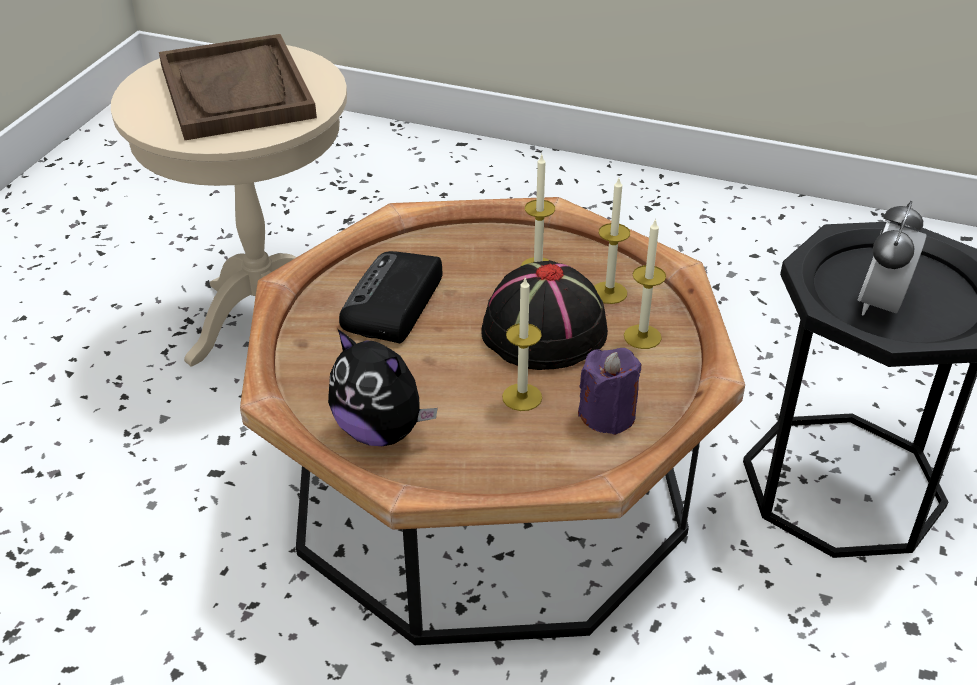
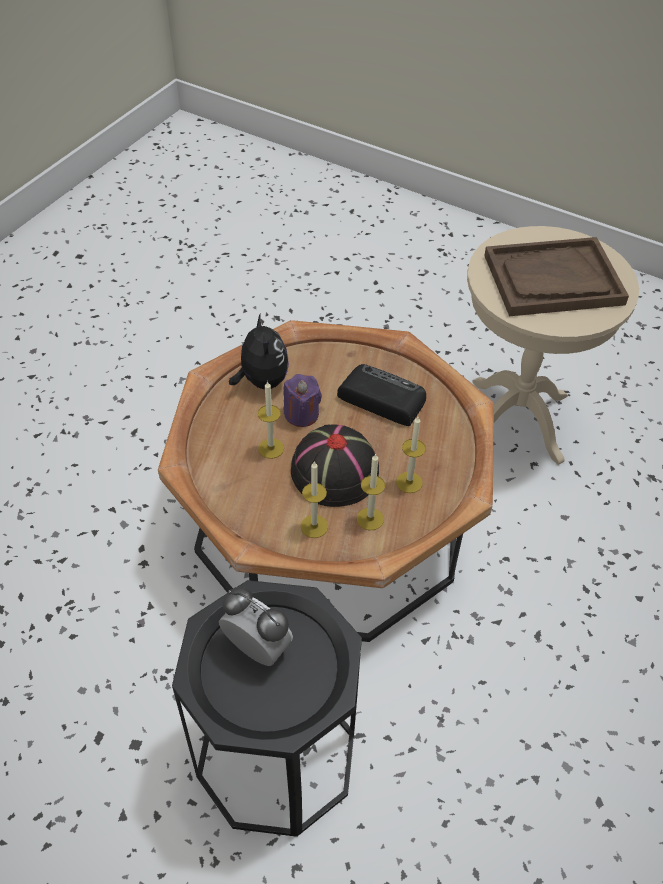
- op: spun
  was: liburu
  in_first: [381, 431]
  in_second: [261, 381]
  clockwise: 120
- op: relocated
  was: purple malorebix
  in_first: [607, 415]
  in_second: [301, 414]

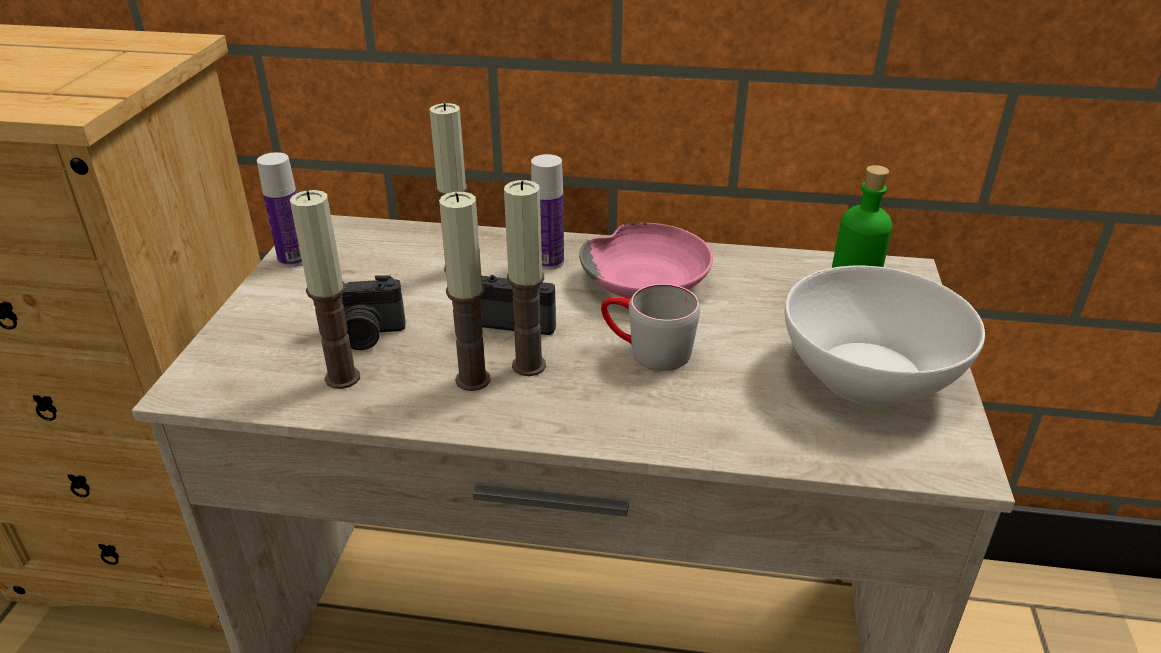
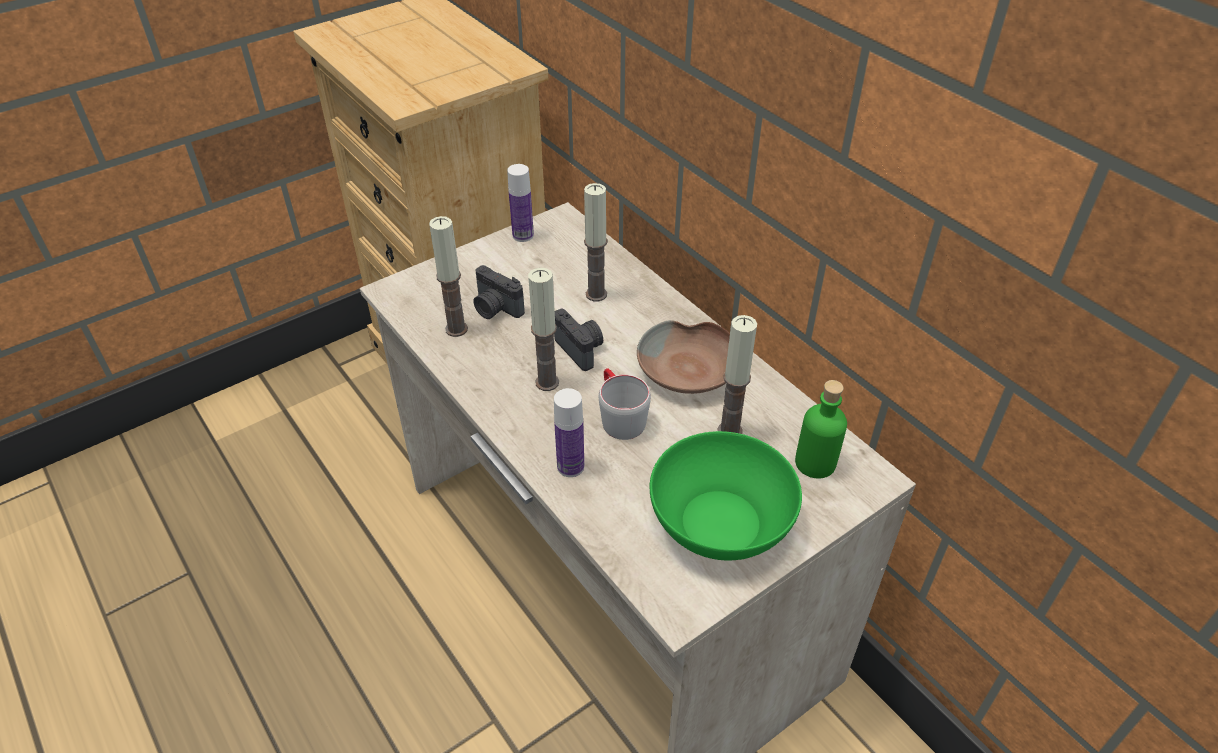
- op: relocated
  was: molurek
  in_first: [548, 262]
  in_second: [570, 466]
- op: relocated
  was: malorebix
  in_first: [473, 380]
  in_second: [729, 431]
- op: colour
  was: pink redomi
  now: brown redomi
  in_first: [647, 280]
  in_second: [690, 370]
- op: colour
  was: white redomi
  now: green redomi
  in_first: [868, 374]
  in_second: [720, 522]

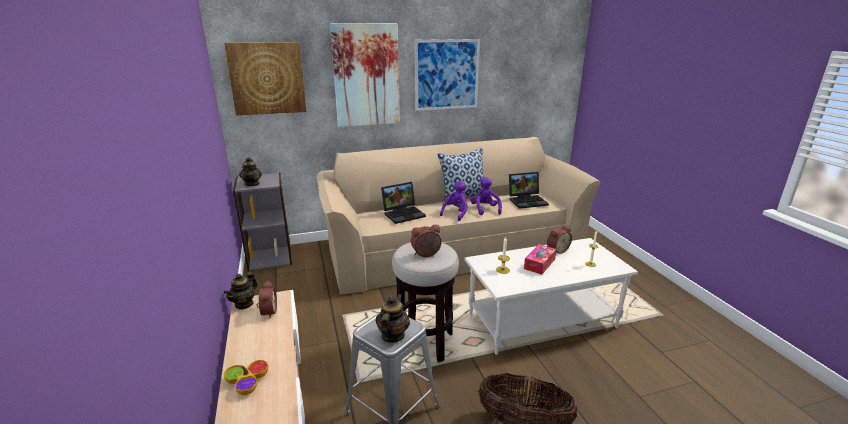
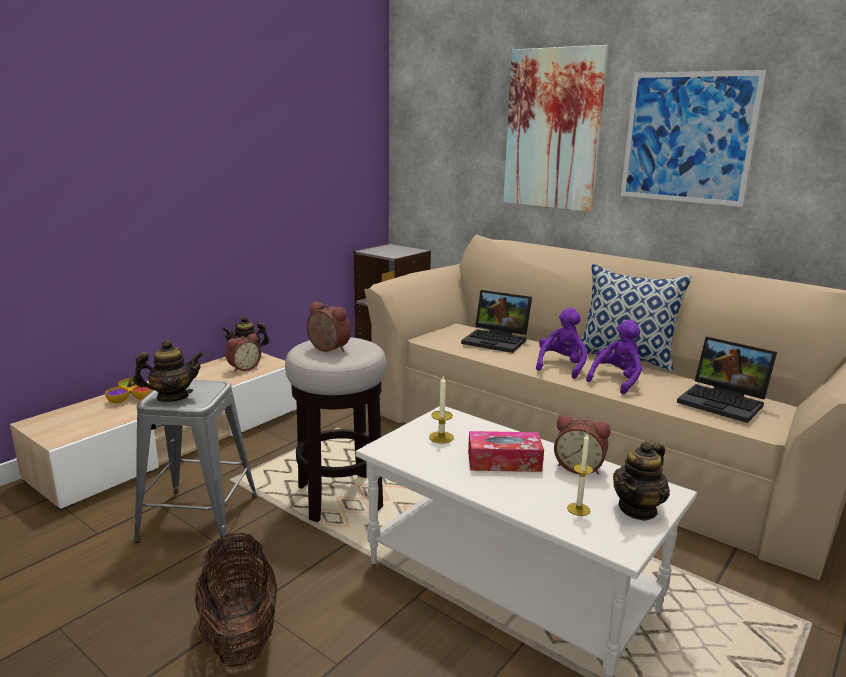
- op: missing
  was: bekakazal
  in_first: [267, 78]
- op: relocated
  was: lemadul
  in_first: [252, 184]
  in_second: [638, 509]
- op: spun
  was: purple liburu
  in_first: [455, 213]
  in_second: [561, 366]
  clockwise: -60

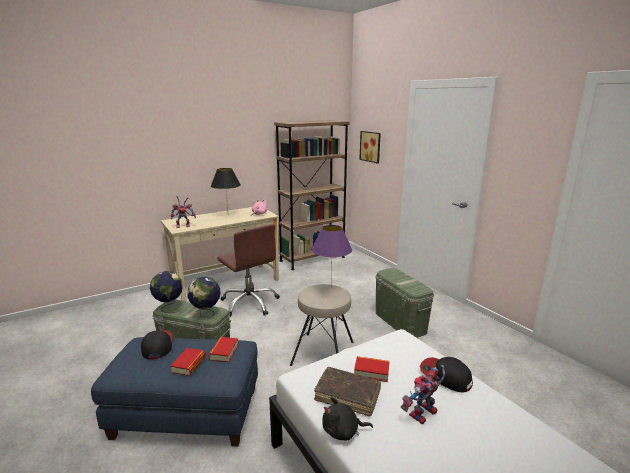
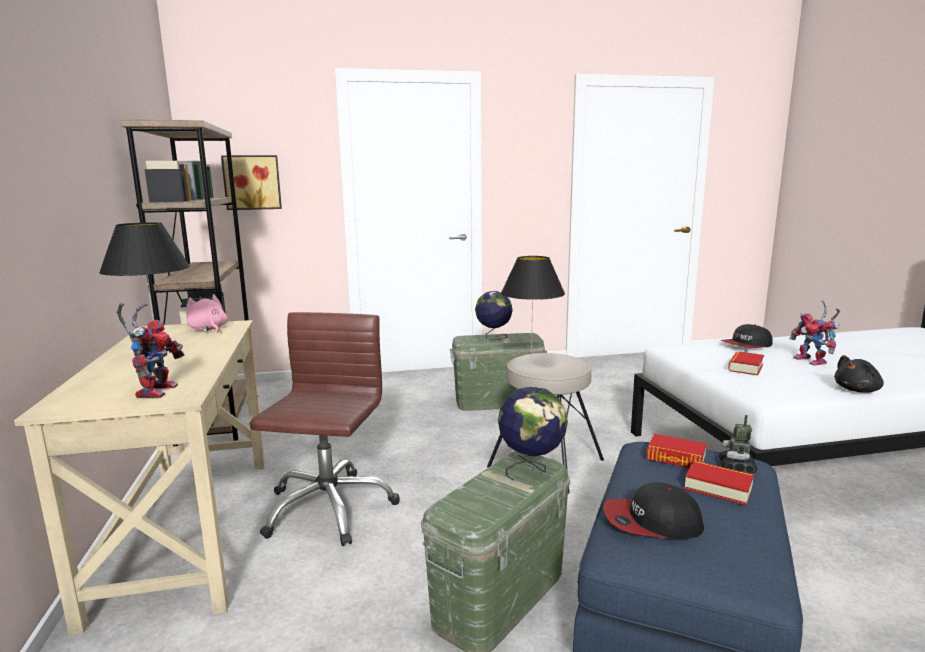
- op: spun
  was: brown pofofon
  in_first: [250, 303]
  in_second: [328, 508]
  clockwise: -60
- op: colour
  was: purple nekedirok
  now: black nekedirok
  in_first: [331, 287]
  in_second: [531, 356]
- op: relocated
  was: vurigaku
  in_first: [169, 307]
  in_second: [493, 337]
- op: missing
  was: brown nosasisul
  in_first: [347, 396]
- op: spun
  was: black liburu
  in_first: [343, 431]
  in_second: [858, 390]
  clockwise: 45
- op: appeared
  now: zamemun
  in_second: [736, 468]

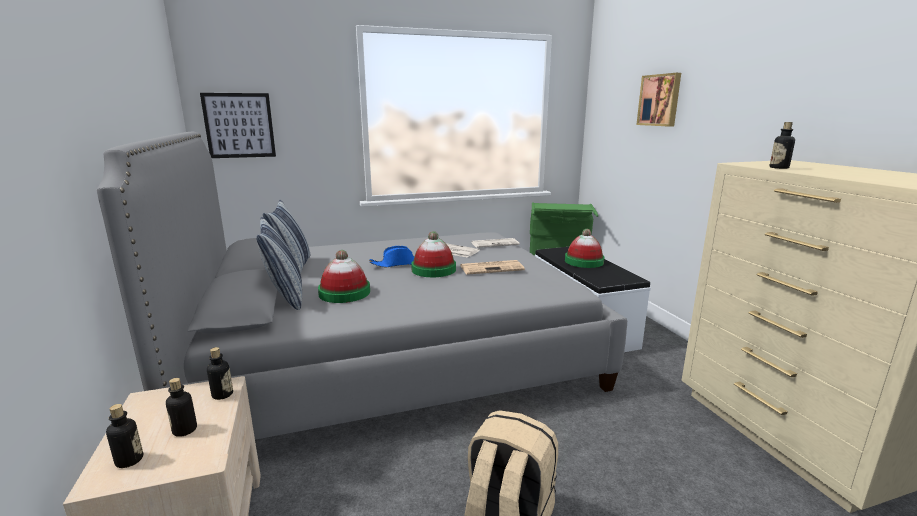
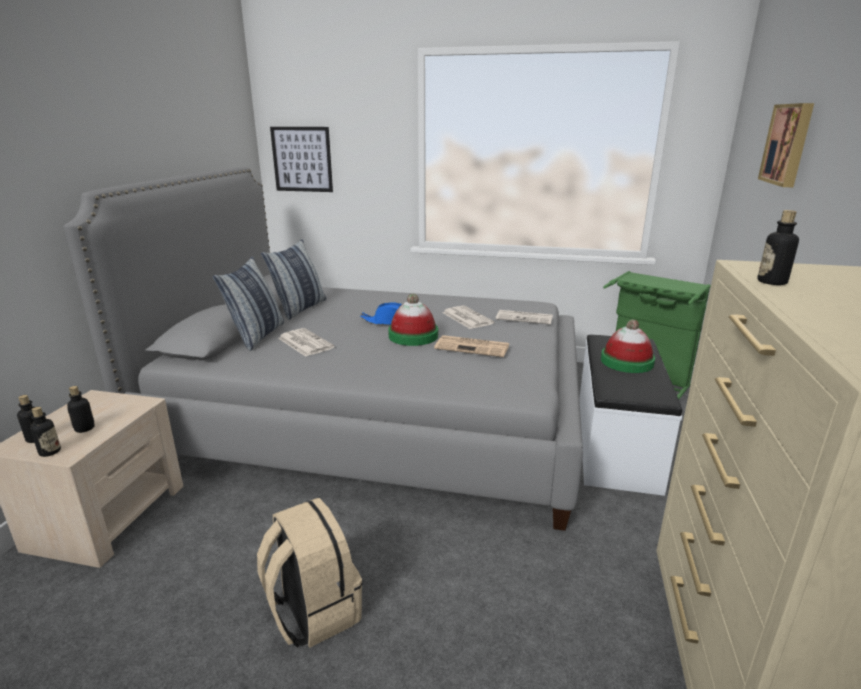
- op: exchanged
  was: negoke
  now: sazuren
  in_first: [344, 293]
  in_second: [304, 343]
- op: relocated
  was: molurek
  in_first: [222, 394]
  in_second: [50, 452]

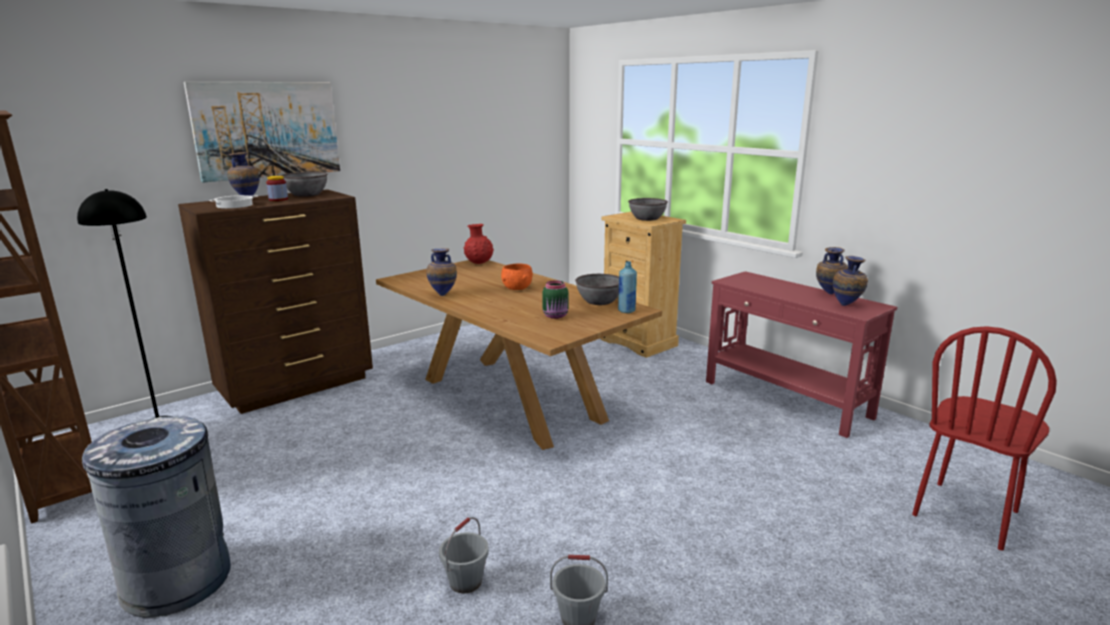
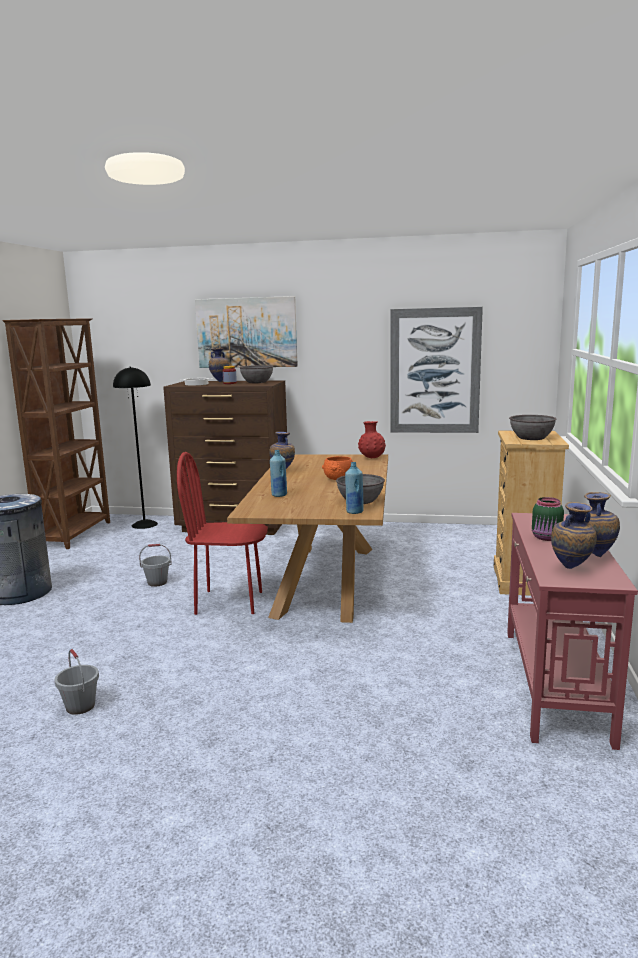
- op: relocated
  was: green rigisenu
  in_first: [556, 316]
  in_second: [547, 538]
- op: relocated
  was: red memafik
  in_first: [966, 514]
  in_second: [229, 602]
- op: relocated
  was: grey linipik
  in_first: [466, 582]
  in_second: [157, 583]
- op: appeared
  now: bekakazal
  in_second: [434, 371]
- op: appeared
  now: blue molurek
  in_second: [279, 495]

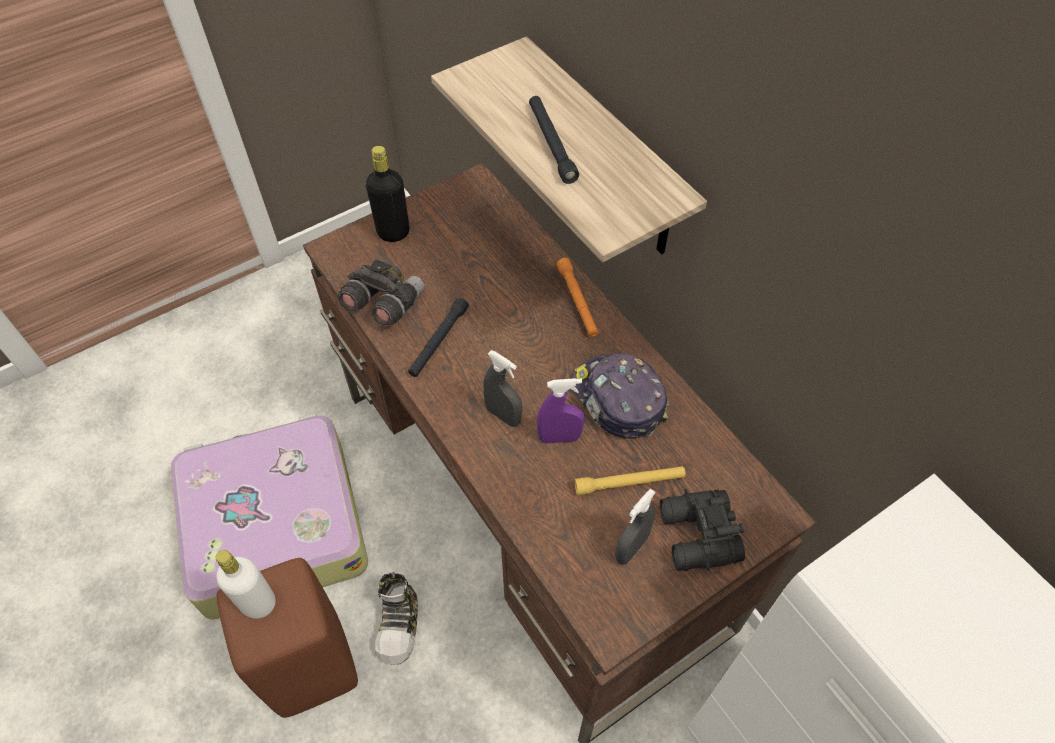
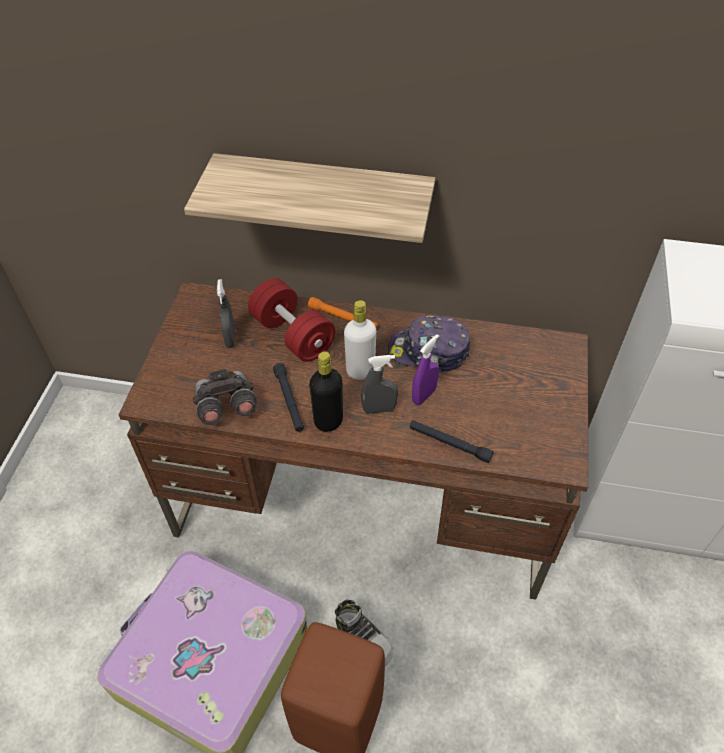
- op: relocated
  was: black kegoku
  in_first: [551, 144]
  in_second: [449, 444]
- op: relocated
  was: black molurek
  in_first: [393, 232]
  in_second: [328, 421]
- op: missing
  was: yellow kegoku
  in_first: [629, 483]
- op: relocated
  was: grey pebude
  in_first: [631, 548]
  in_second: [230, 338]
- op: missing
  was: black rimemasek
  in_first: [697, 537]
- op: relocated
  was: white molurek
  in_first: [258, 603]
  in_second: [360, 371]
- op: appeared
  now: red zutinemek
  in_second: [293, 335]

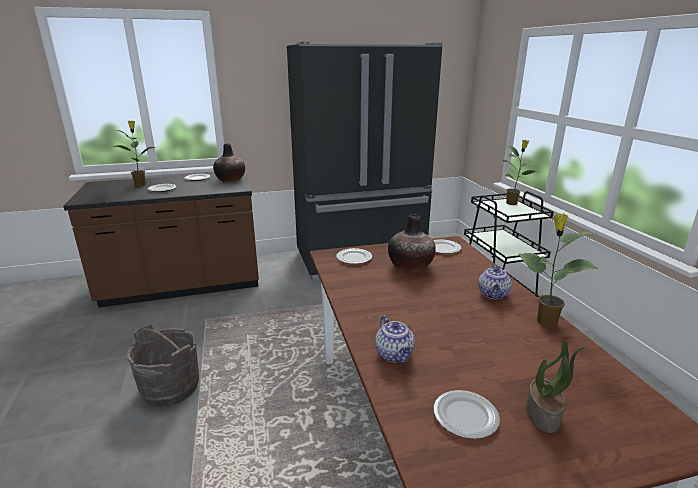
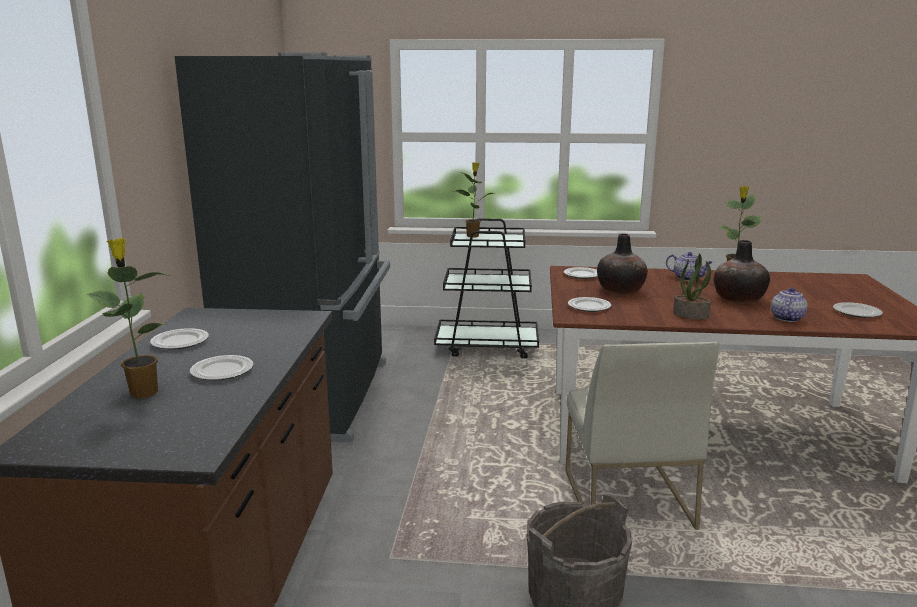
- op: relocated
  was: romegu
  in_first: [230, 180]
  in_second: [738, 299]
- op: spun
  was: lemadul
  in_first: [395, 355]
  in_second: [786, 318]
  clockwise: -60
- op: relocated
  was: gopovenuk
  in_first: [543, 414]
  in_second: [691, 315]
- op: appeared
  now: white memafik
  in_second: [626, 498]

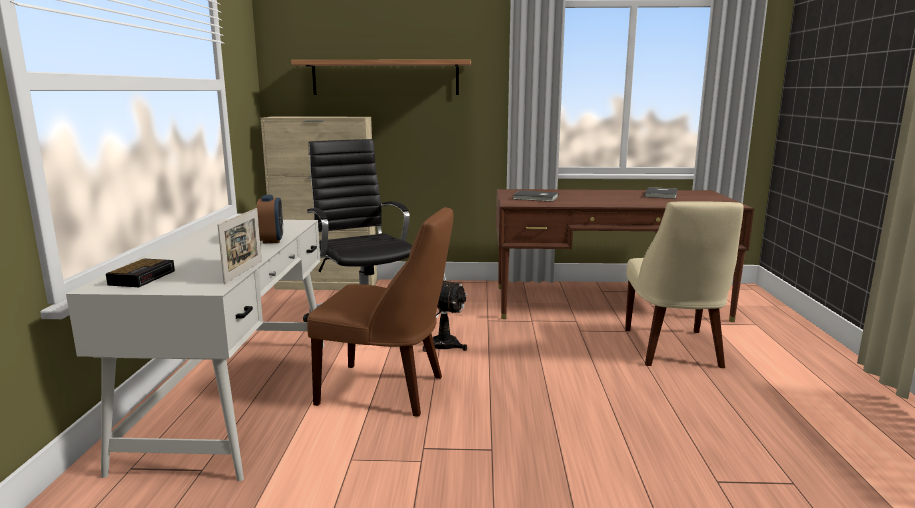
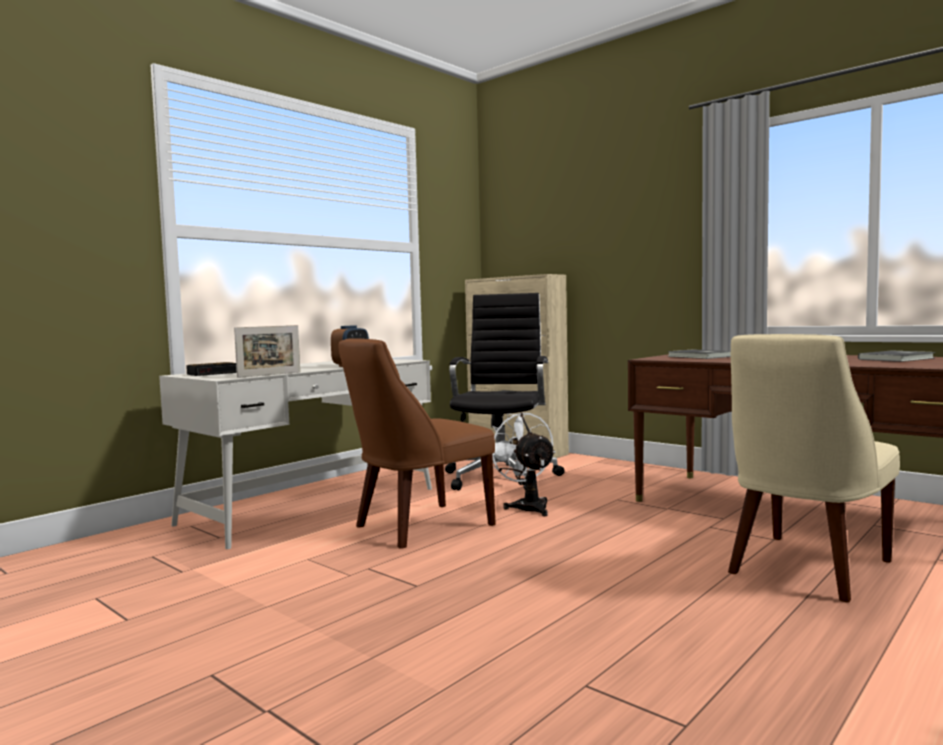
- op: missing
  was: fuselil
  in_first: [385, 78]
- op: spun
  was: brown memafik
  in_first: [387, 390]
  in_second: [418, 527]
  clockwise: 90

